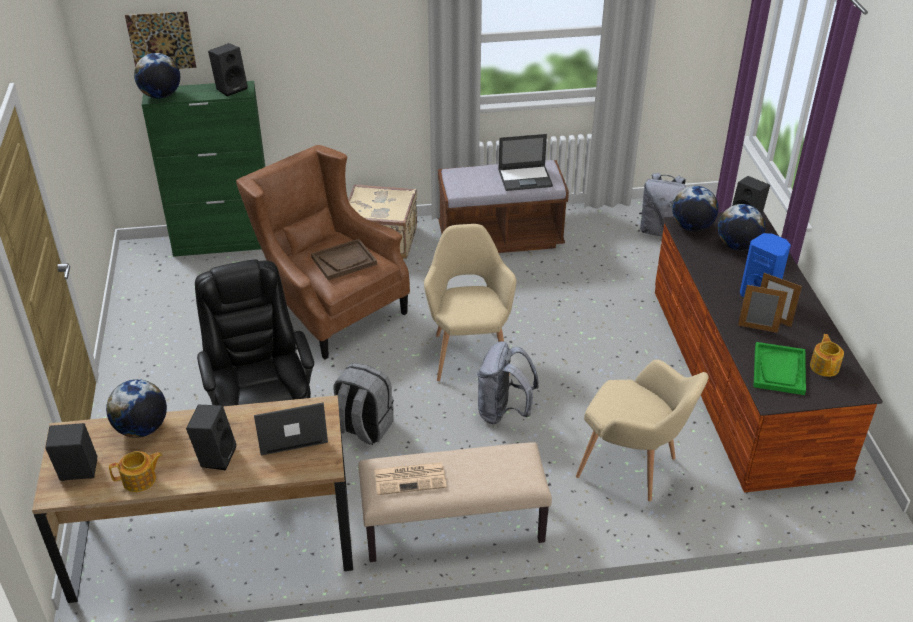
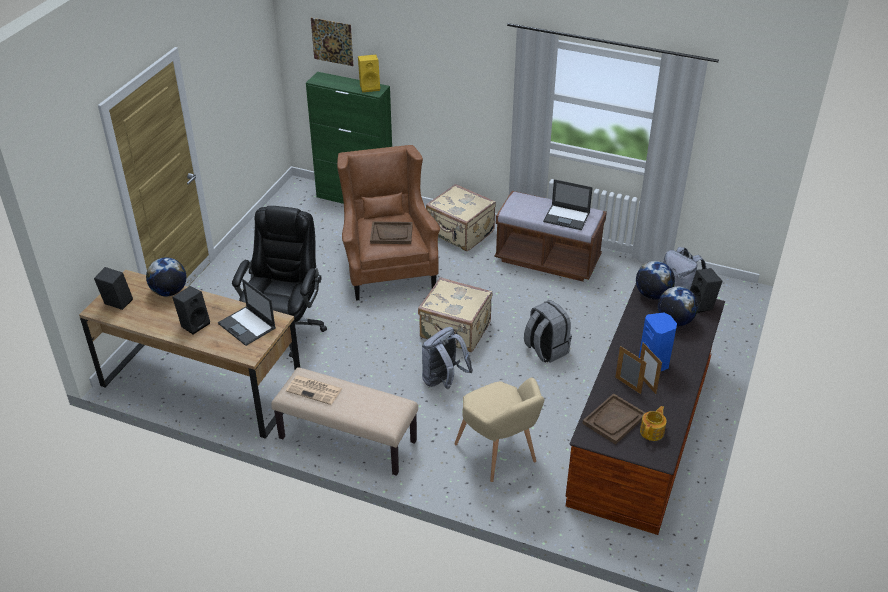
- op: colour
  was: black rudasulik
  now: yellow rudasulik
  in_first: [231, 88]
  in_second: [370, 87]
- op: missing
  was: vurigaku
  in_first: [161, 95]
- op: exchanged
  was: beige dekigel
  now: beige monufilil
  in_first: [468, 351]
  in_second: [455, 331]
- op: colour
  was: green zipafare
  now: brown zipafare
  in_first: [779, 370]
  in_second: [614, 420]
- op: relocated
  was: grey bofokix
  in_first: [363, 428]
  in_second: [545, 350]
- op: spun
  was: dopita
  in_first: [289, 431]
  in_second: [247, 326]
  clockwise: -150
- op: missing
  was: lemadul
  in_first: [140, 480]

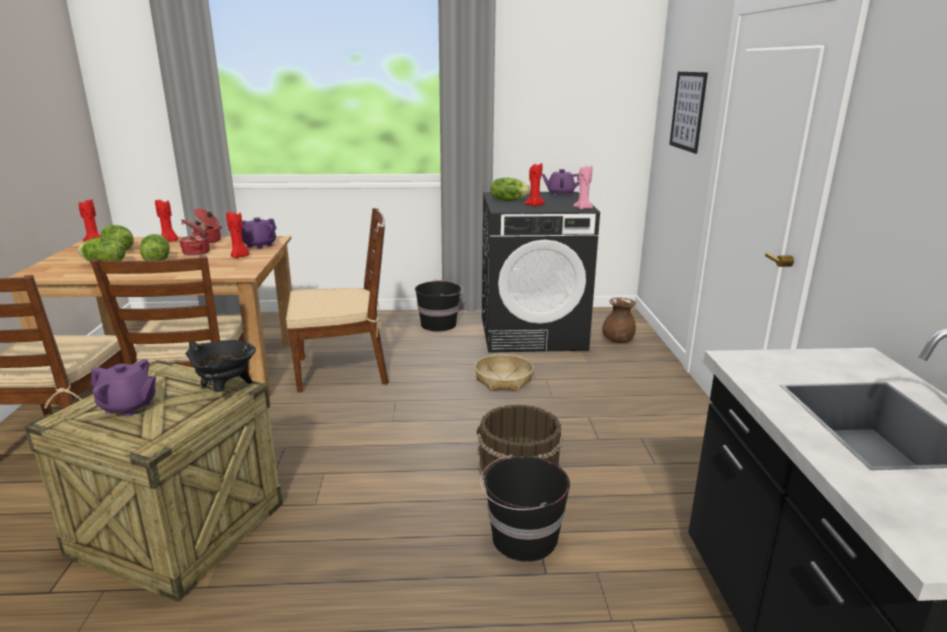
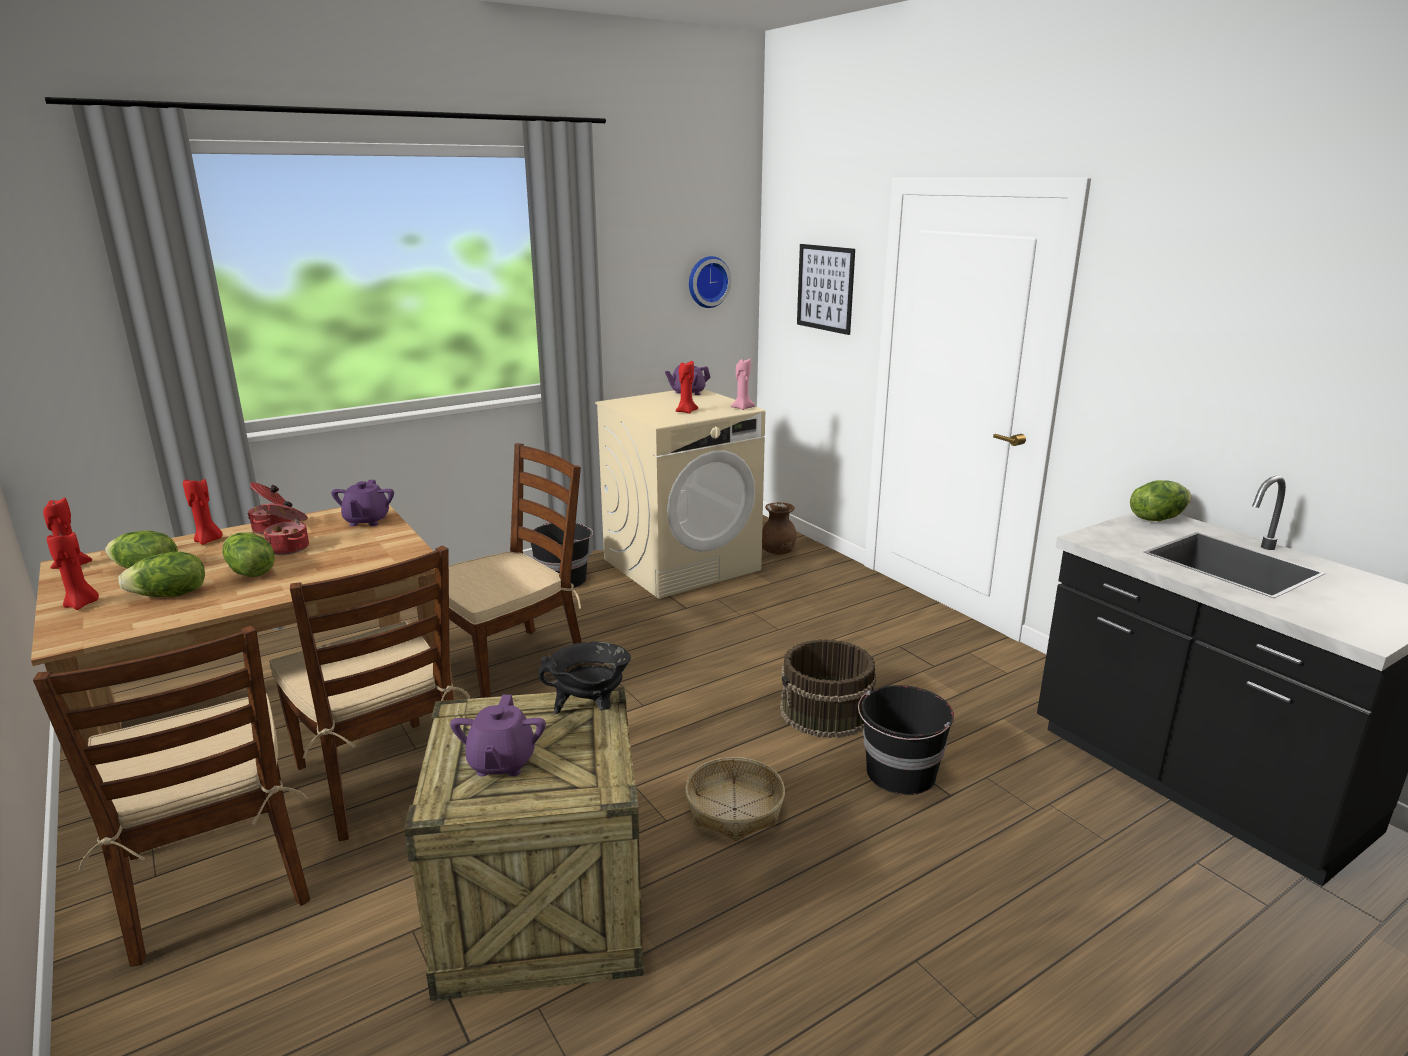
- op: relocated
  was: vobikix
  in_first: [508, 200]
  in_second: [1156, 518]
- op: colour
  was: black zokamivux
  now: beige zokamivux
  in_first: [533, 333]
  in_second: [682, 564]
- op: relocated
  was: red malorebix
  in_first: [240, 256]
  in_second: [82, 604]
- op: relocated
  was: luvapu
  in_first: [504, 380]
  in_second: [735, 809]
- op: spun
  was: purple lemadul
  in_first: [128, 407]
  in_second: [501, 763]
  clockwise: 105
- op: appeared
  now: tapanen
  in_second: [707, 281]

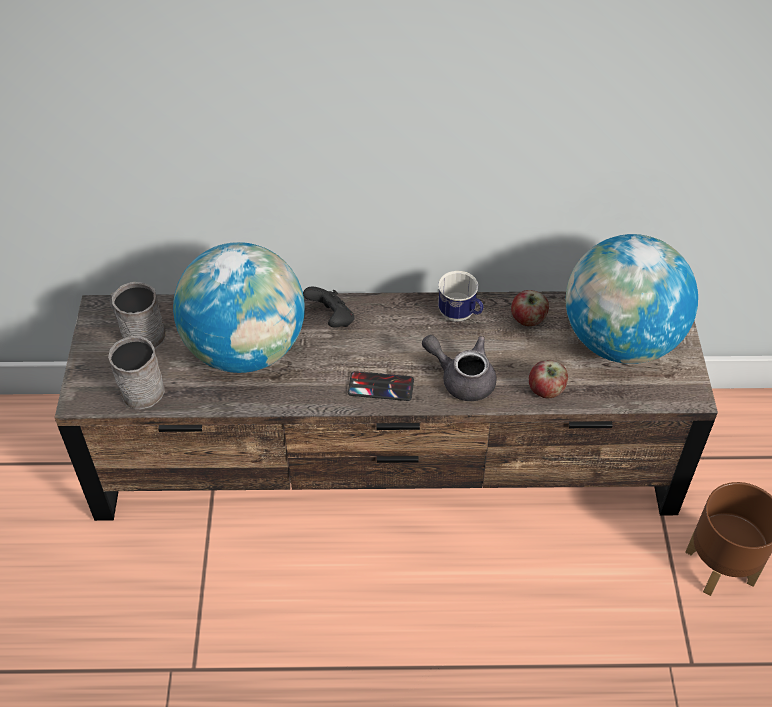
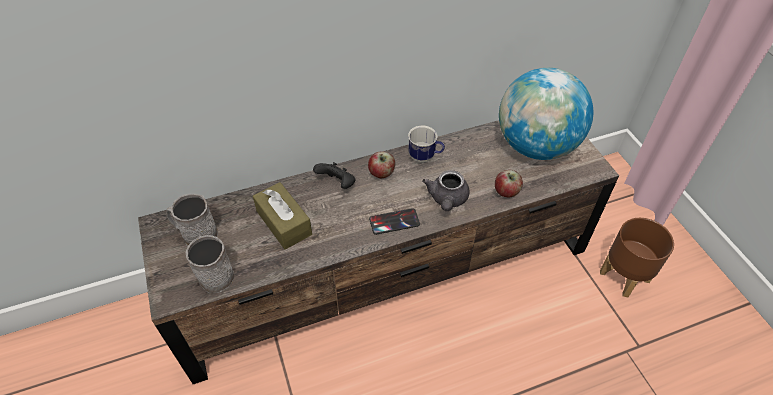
- op: exchanged
  was: vurigaku
  now: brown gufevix
  in_first: [246, 349]
  in_second: [284, 223]
- op: relocated
  was: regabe
  in_first: [528, 319]
  in_second: [381, 173]
- op: spun
  was: grey lemadul
  in_first: [462, 378]
  in_second: [447, 200]
  clockwise: -90

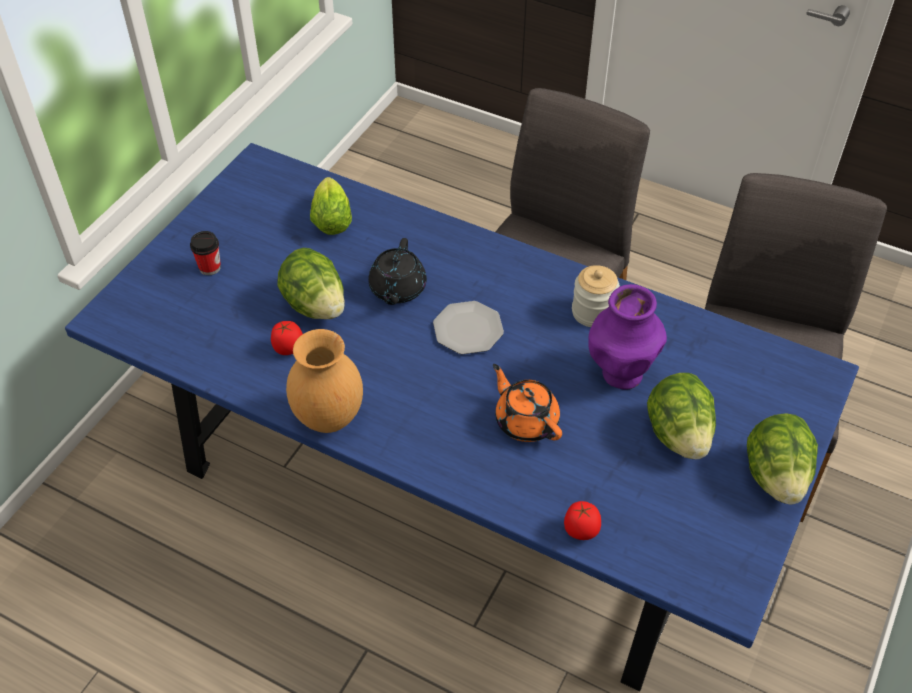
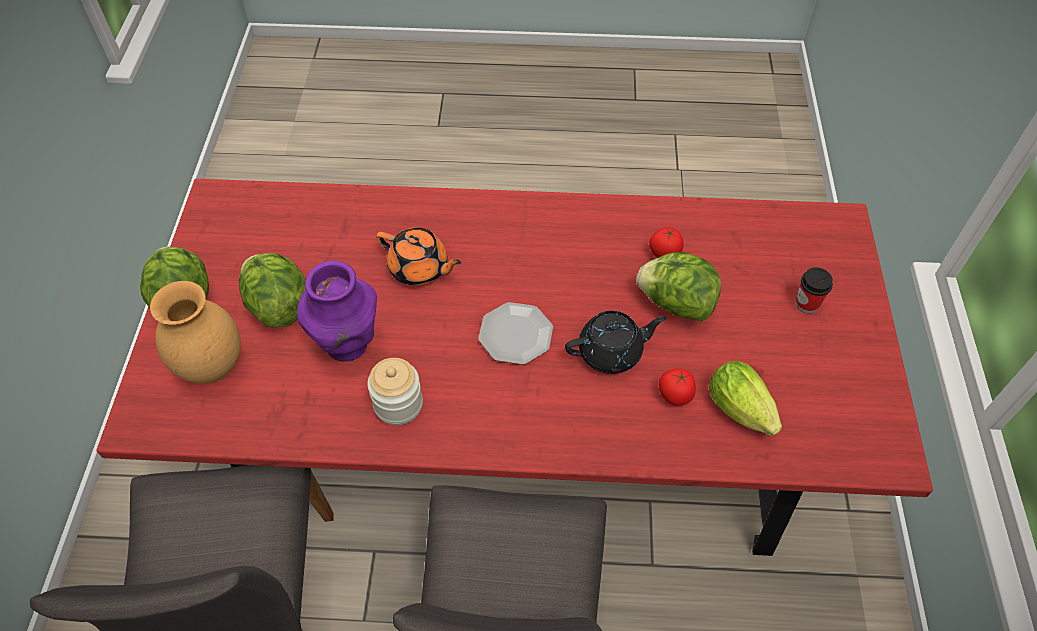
- op: colour
  was: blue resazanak
  now: red resazanak
  in_first: [455, 484]
  in_second: [518, 433]
- op: spun
  was: black lemadul
  in_first: [397, 289]
  in_second: [611, 352]
  clockwise: 90
- op: relocated
  was: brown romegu
  in_first: [328, 417]
  in_second: [214, 368]
- op: relocated
  was: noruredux
  in_first: [581, 531]
  in_second: [674, 396]

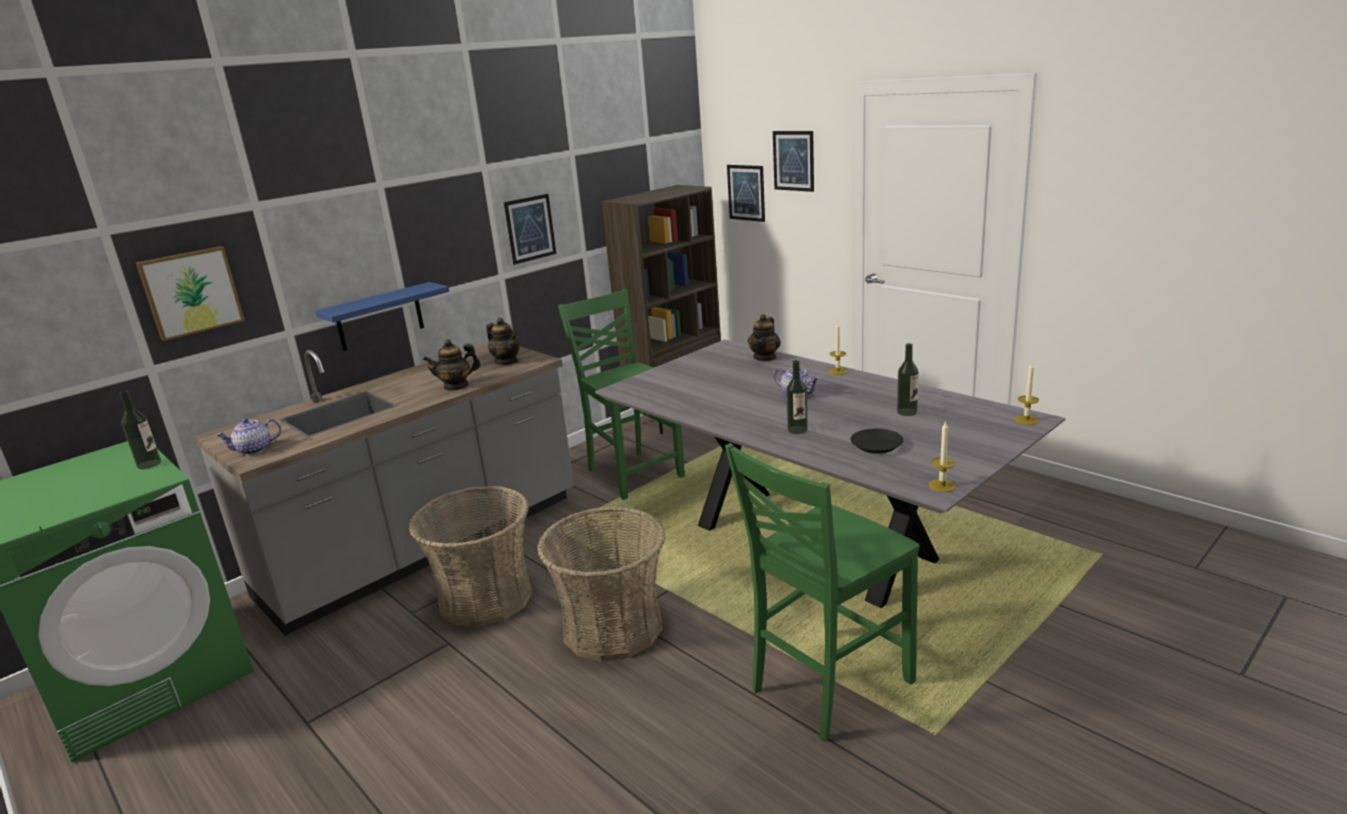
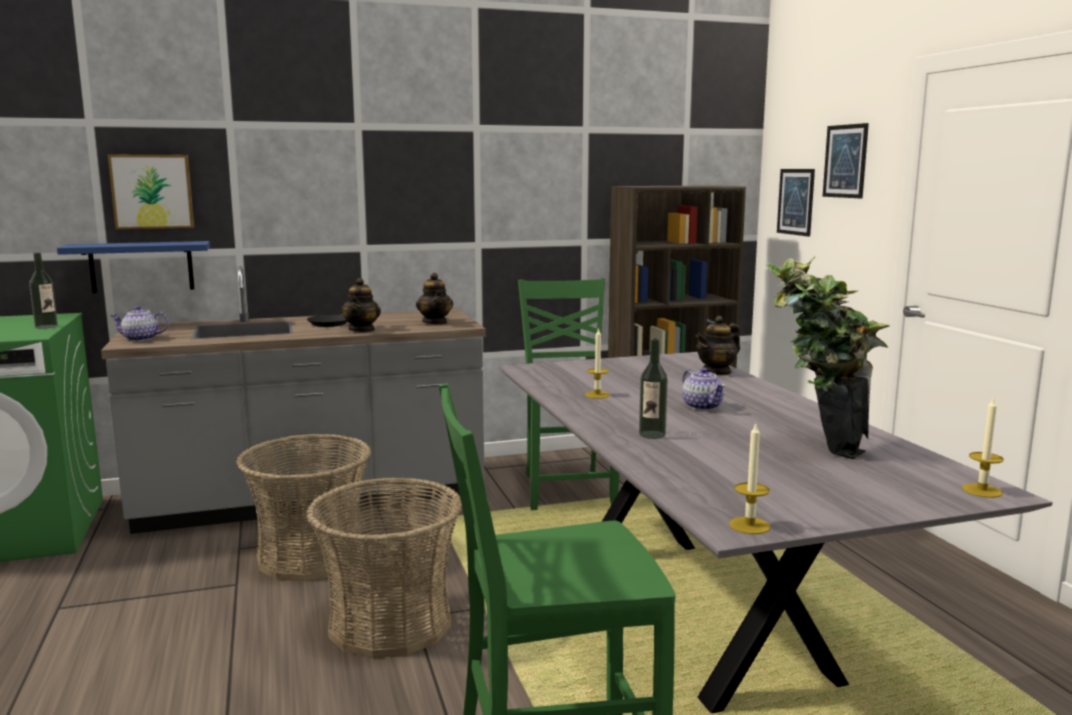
- op: missing
  was: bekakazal
  in_first: [530, 228]
- op: relocated
  was: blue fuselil
  in_first: [379, 317]
  in_second: [142, 267]
- op: relocated
  was: malorebix
  in_first: [837, 371]
  in_second: [597, 395]
- op: spun
  was: lemadul
  in_first: [456, 386]
  in_second: [362, 330]
  clockwise: -90
- op: exchanged
  was: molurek
  now: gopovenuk
  in_first: [907, 412]
  in_second: [816, 447]
- op: relocated
  was: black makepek
  in_first: [877, 445]
  in_second: [330, 324]

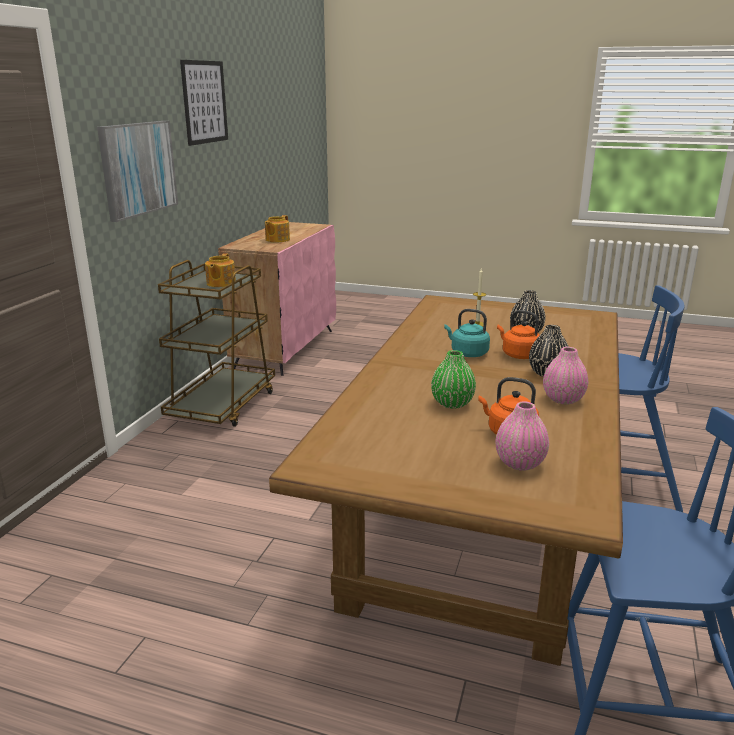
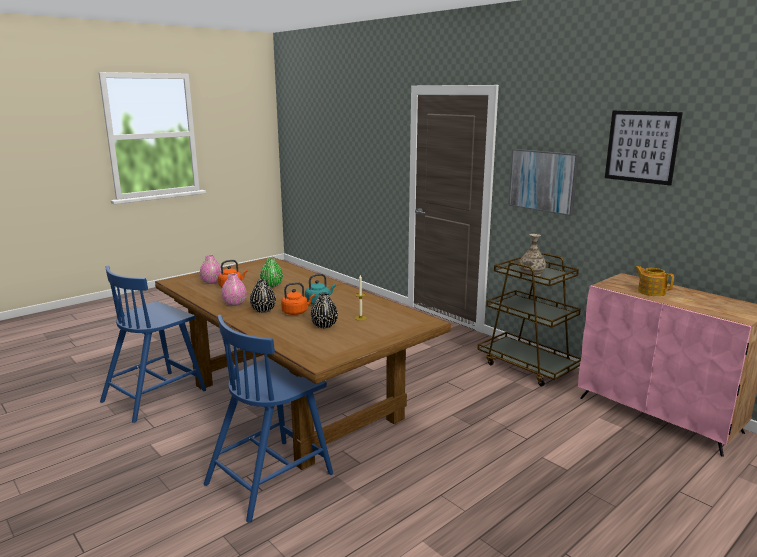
- op: exchanged
  was: lemadul
  now: romegu
  in_first: [220, 283]
  in_second: [531, 273]

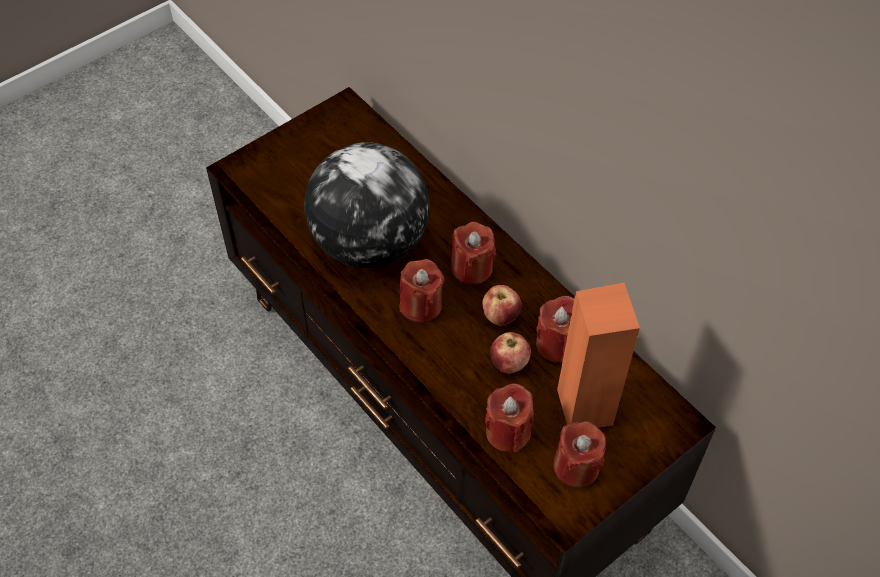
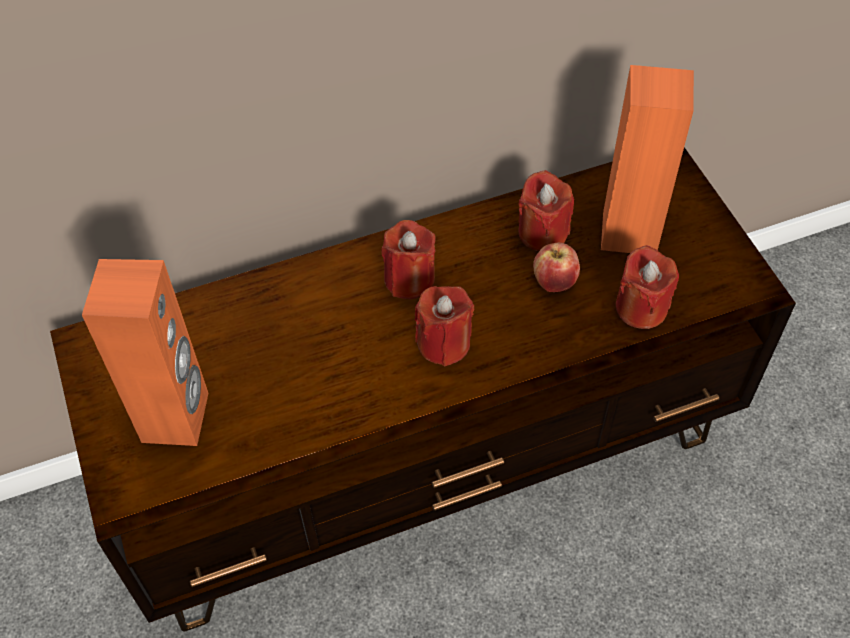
- op: missing
  was: vurigaku
  in_first: [369, 243]
- op: missing
  was: regabe
  in_first: [500, 316]
- op: missing
  was: red malorebix
  in_first: [576, 467]
- op: appeared
  now: orange rudasulik
  in_second: [176, 417]

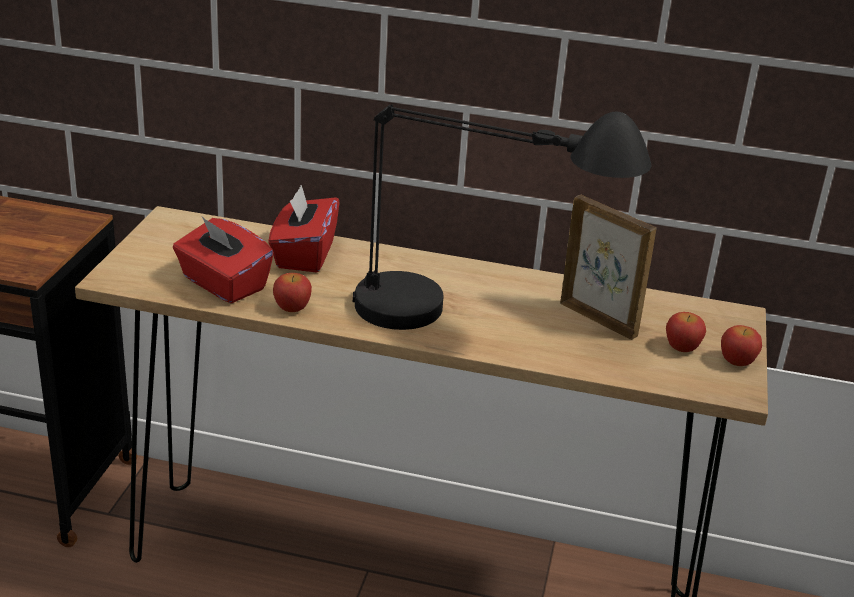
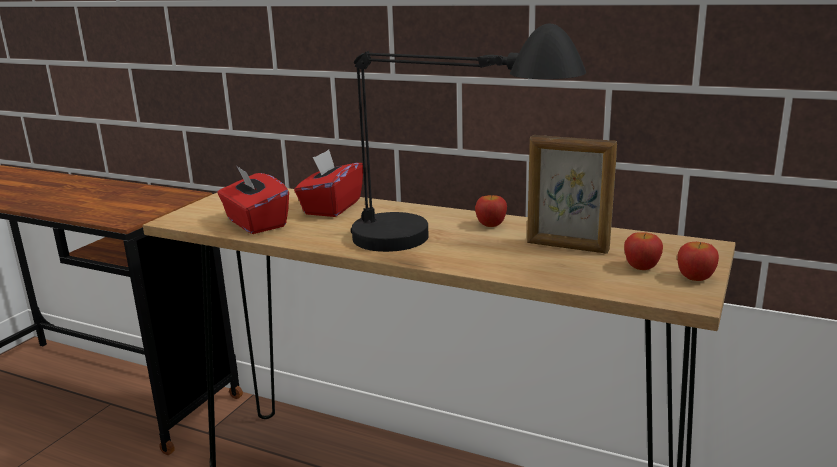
- op: spun
  was: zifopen
  in_first: [599, 319]
  in_second: [567, 247]
  clockwise: 150
- op: relocated
  was: regabe
  in_first: [292, 308]
  in_second: [491, 225]

